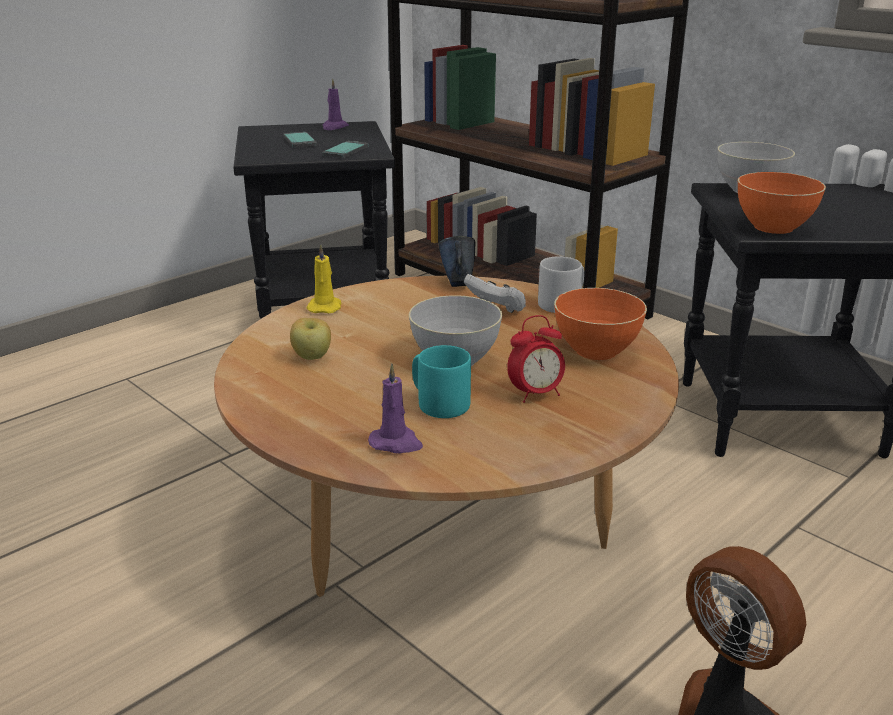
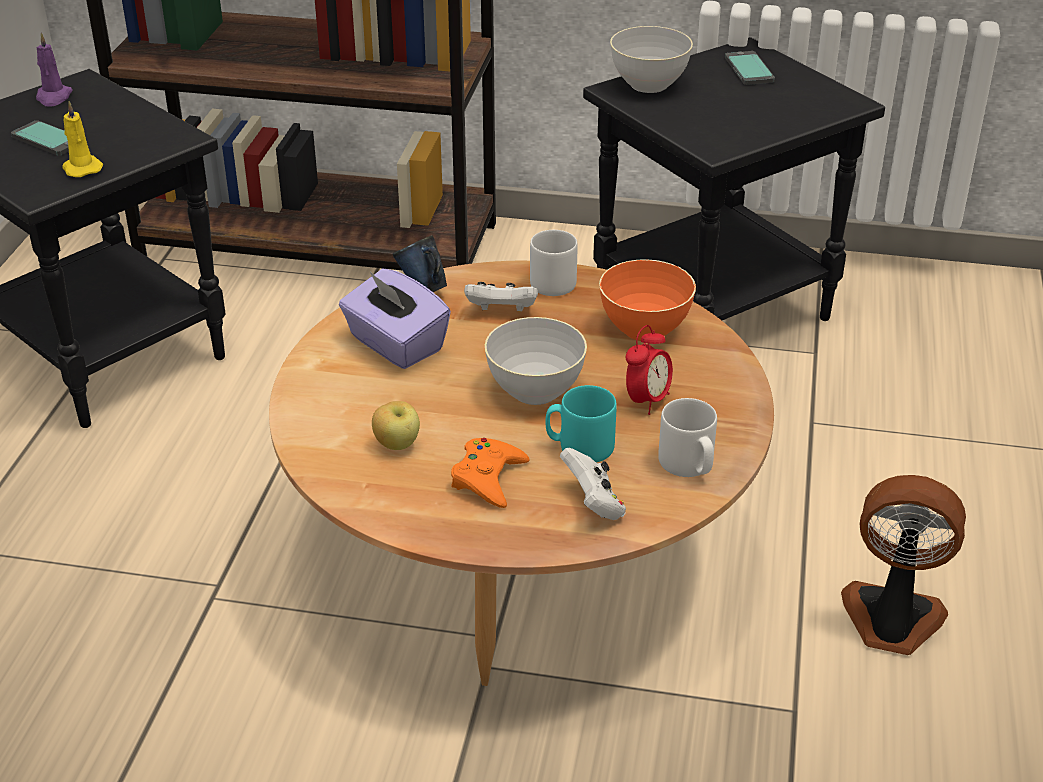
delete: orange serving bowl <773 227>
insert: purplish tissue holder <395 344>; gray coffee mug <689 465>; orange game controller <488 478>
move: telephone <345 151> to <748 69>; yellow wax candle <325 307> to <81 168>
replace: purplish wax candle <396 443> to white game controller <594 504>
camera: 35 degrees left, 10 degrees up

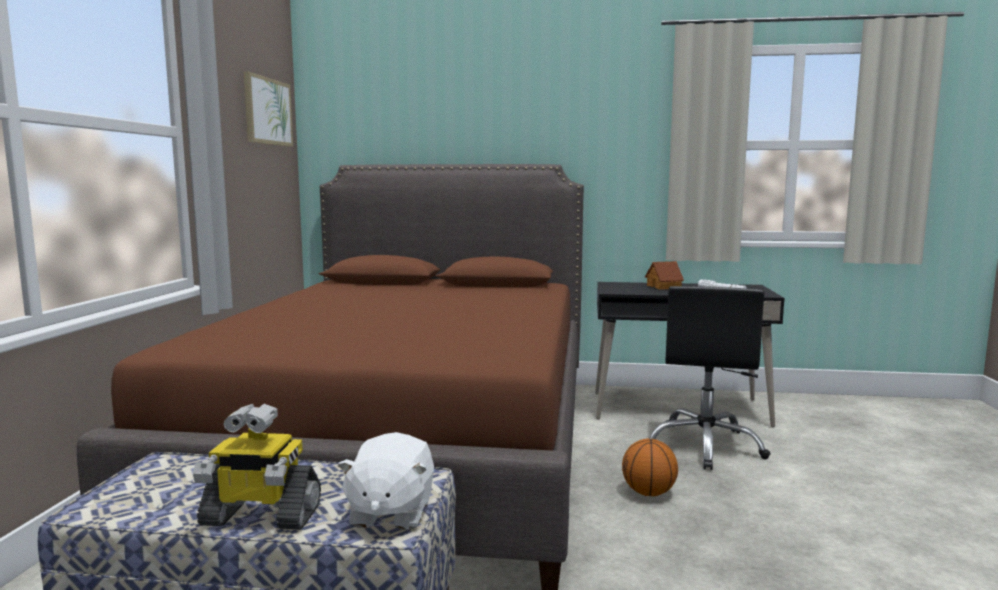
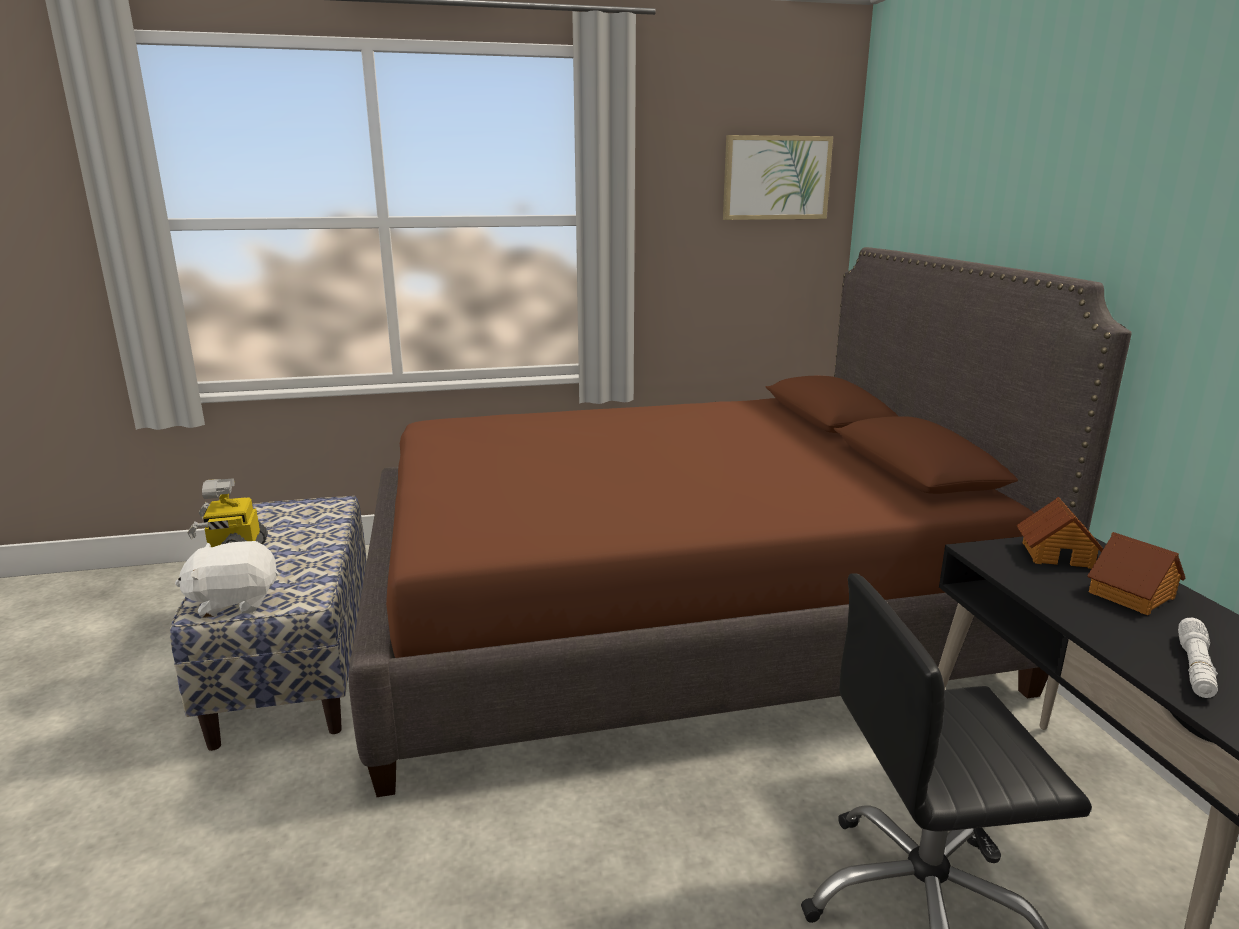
delete: ball for basketball <648 493>
insert: miniature house <1056 554>
camera: 70 degrees right, 10 degrees up

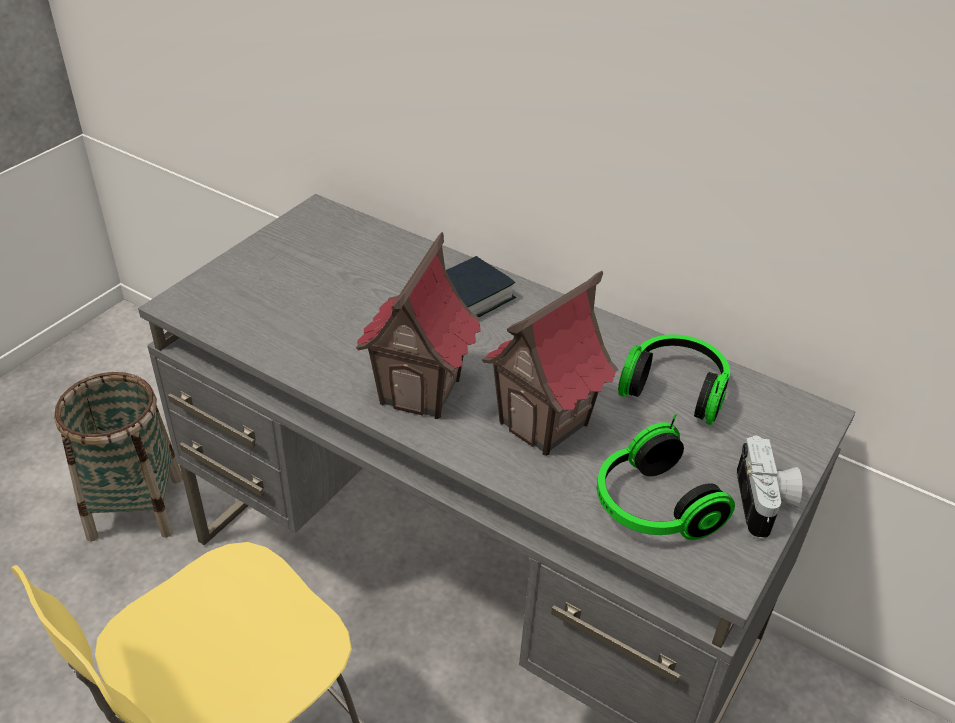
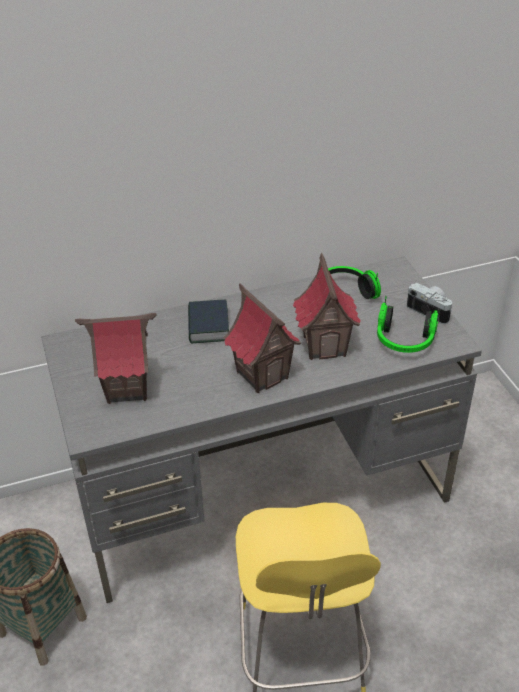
insert: miniature house <127 389>
camera: 50 degrees left, 0 degrees up

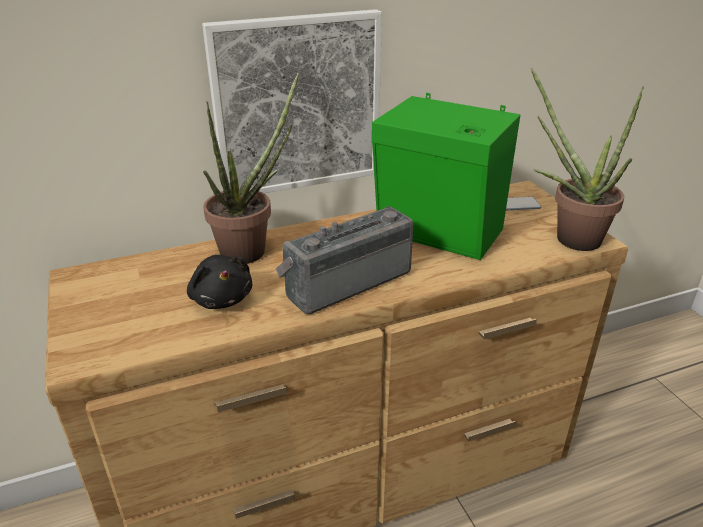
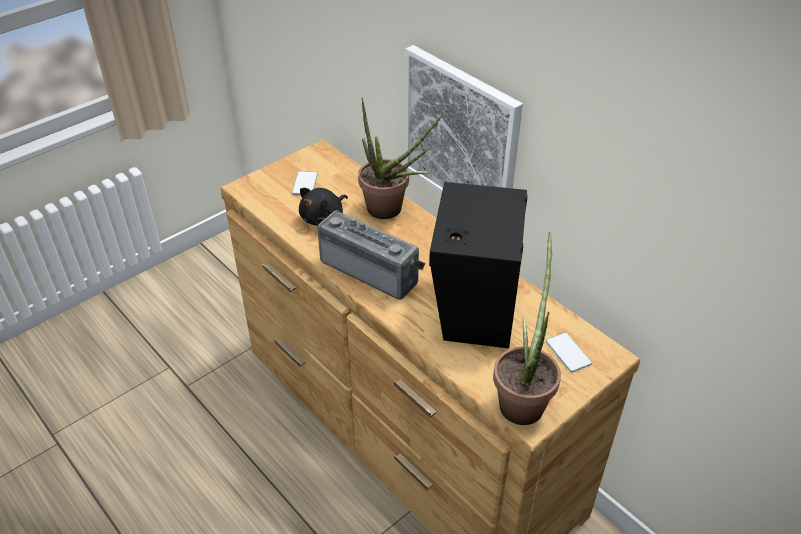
insert: telephone <305 184>
recolor: green-coloured speaker <440 234> to black-coloured speaker <474 307>
camera: 70 degrees right, 10 degrees up

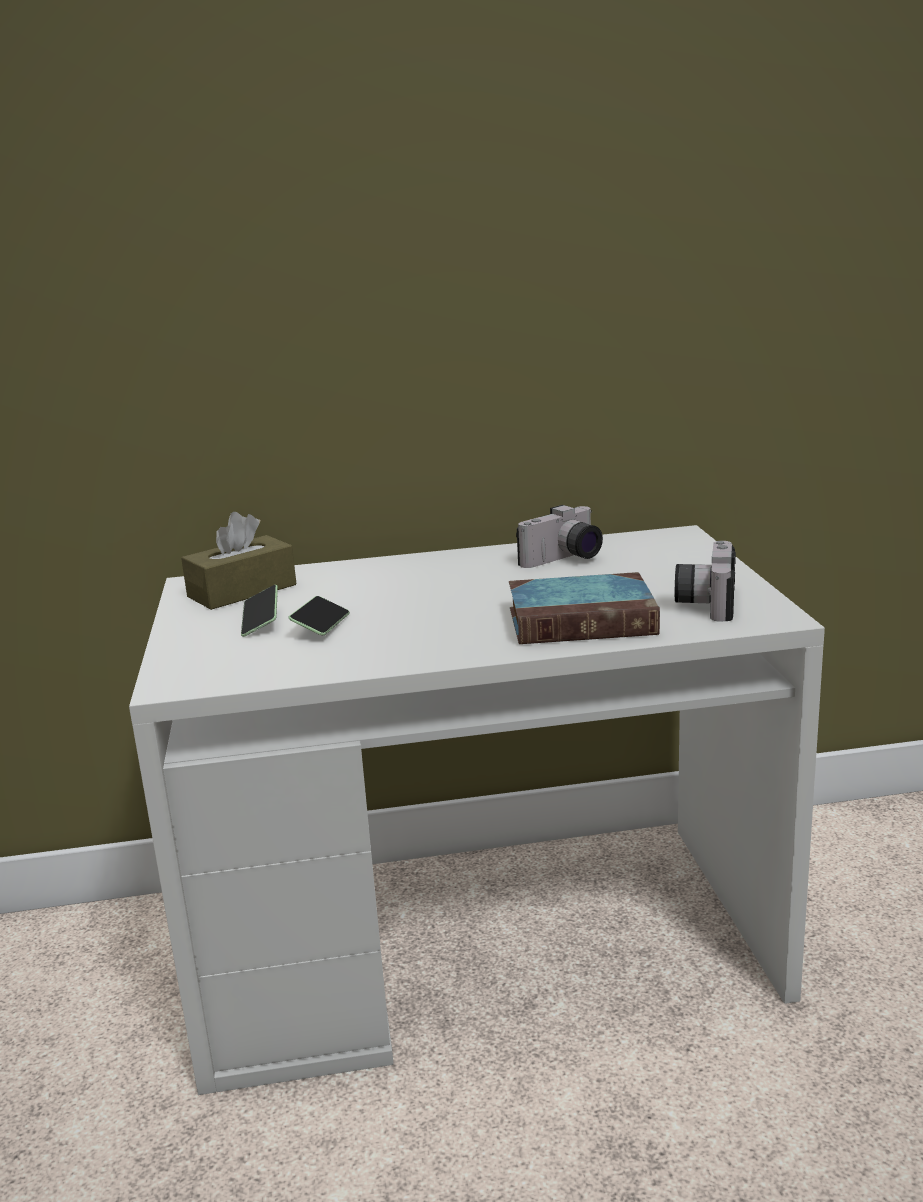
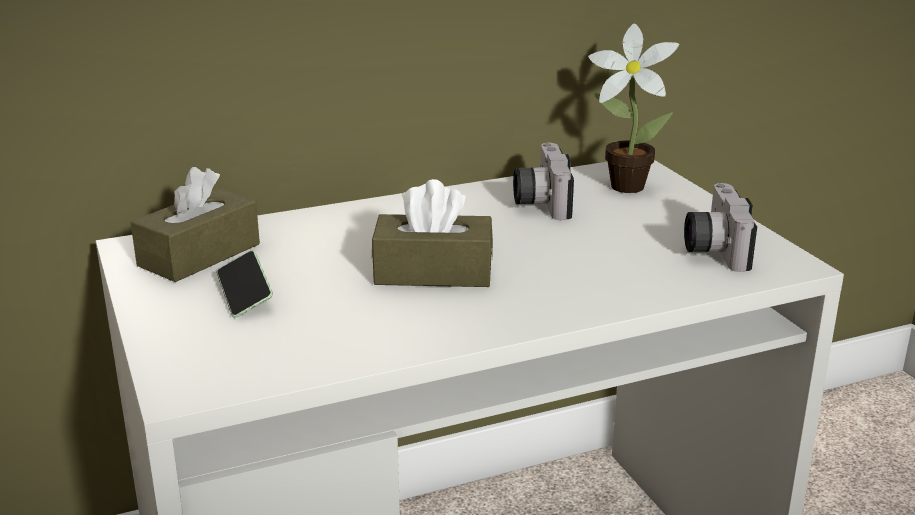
delete: book <584 620>; telephone <321 626>
insert: potted plant <622 185>; brownish tissue holder <433 272>
rotate: photo camera <564 560> = <539 202> 135 degrees clockwise
camera: 15 degrees left, 5 degrees up

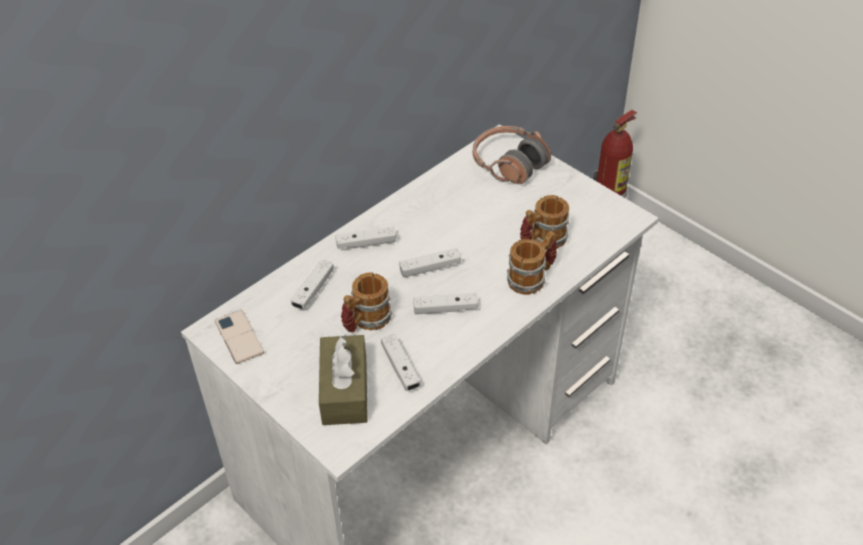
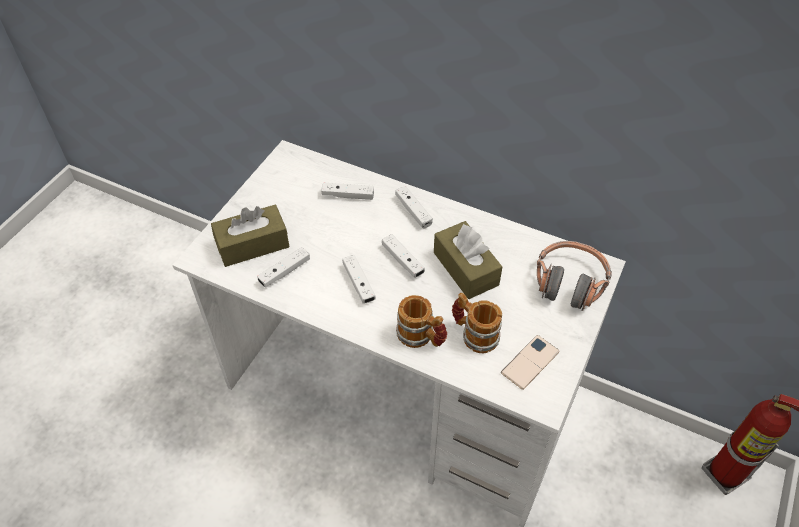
delete: coffee mug <366 321>
insert: brownish tissue holder <465 268>
move: telephone <239 337> to <530 362>
camera: 70 degrees right, 5 degrees up

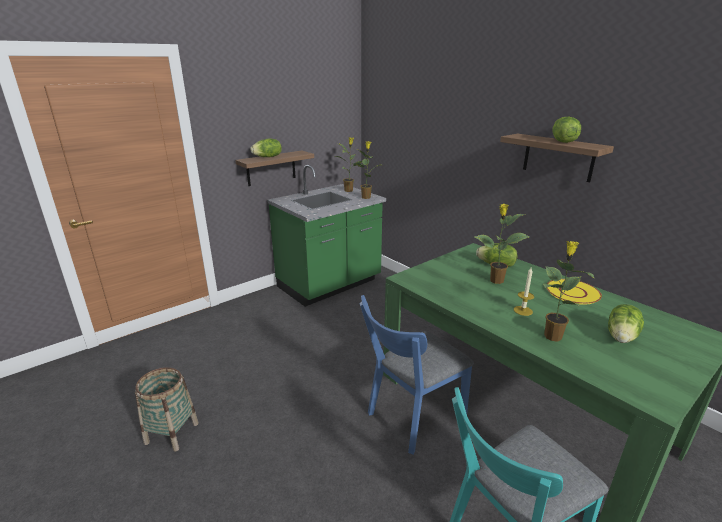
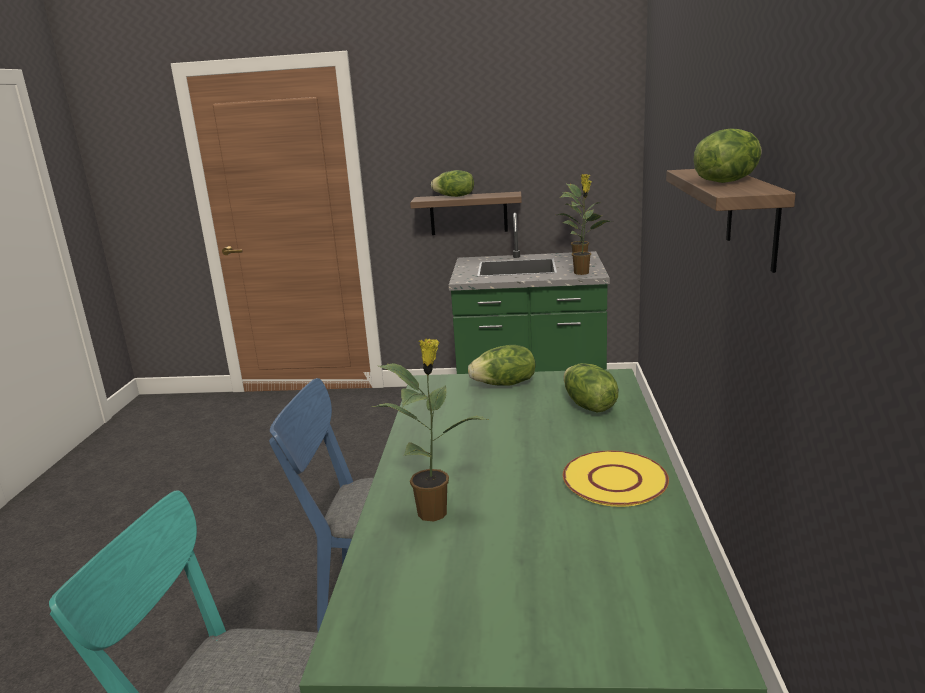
delete: potted plant <496 281>; wax candle <523 310>; basket <171 433>
move: head of lettuce <622 337> to <505 384>
camera: 45 degrees right, 5 degrees down

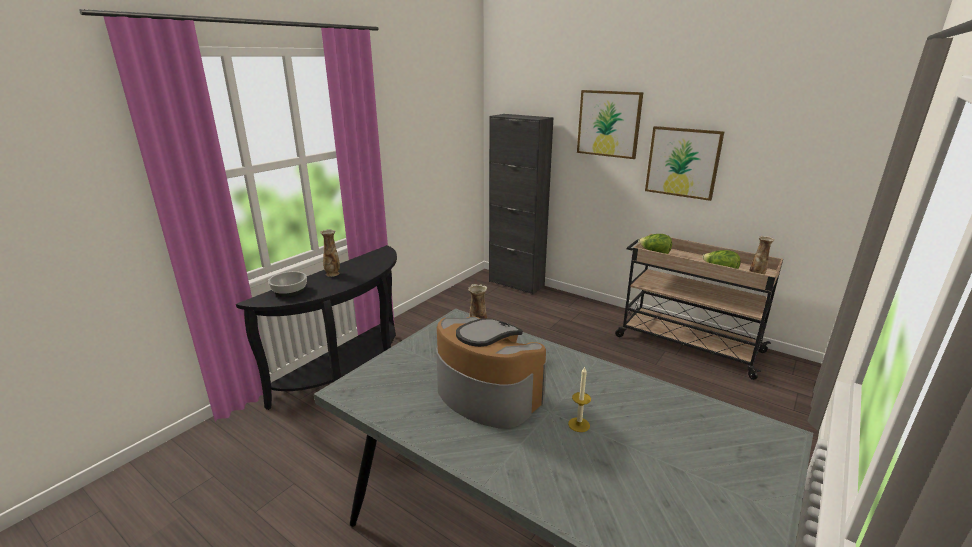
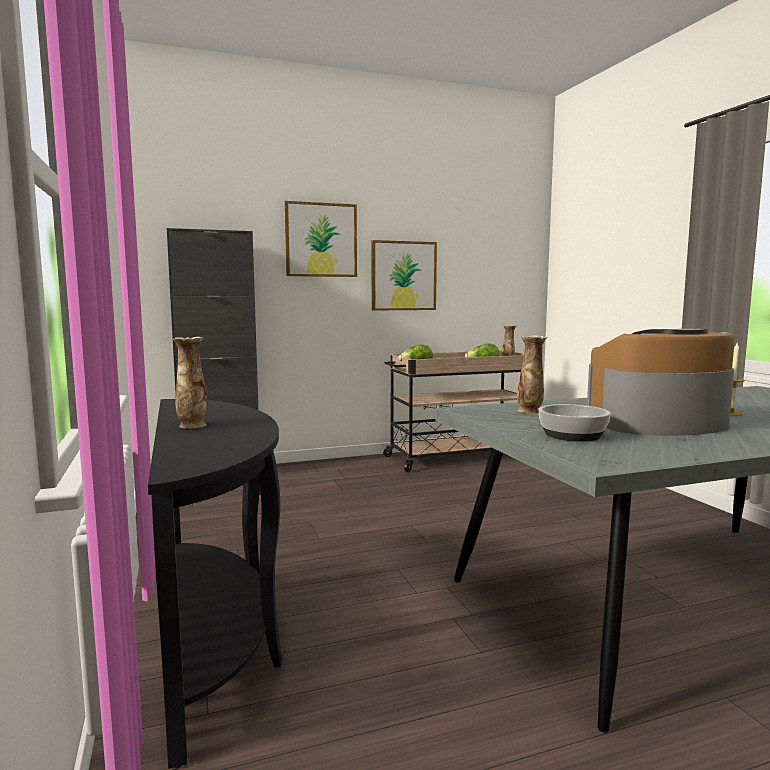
move: serving bowl <290 290> to <573 435>
camera: 55 degrees left, 15 degrees down

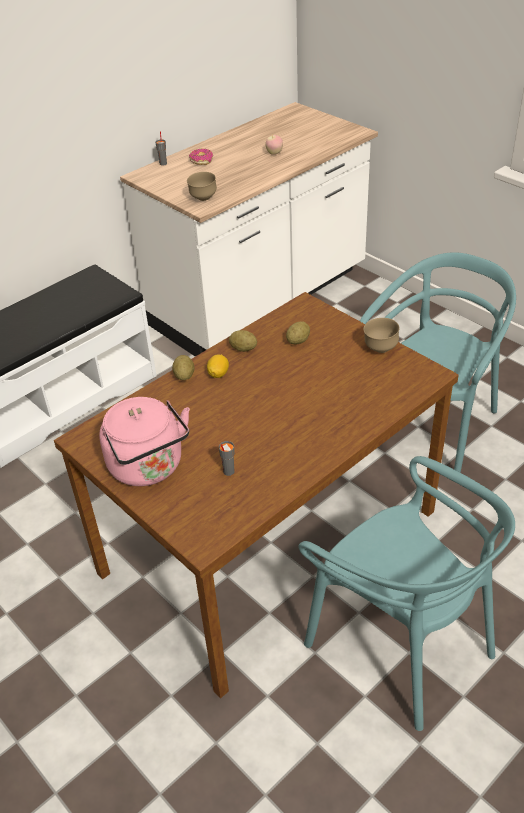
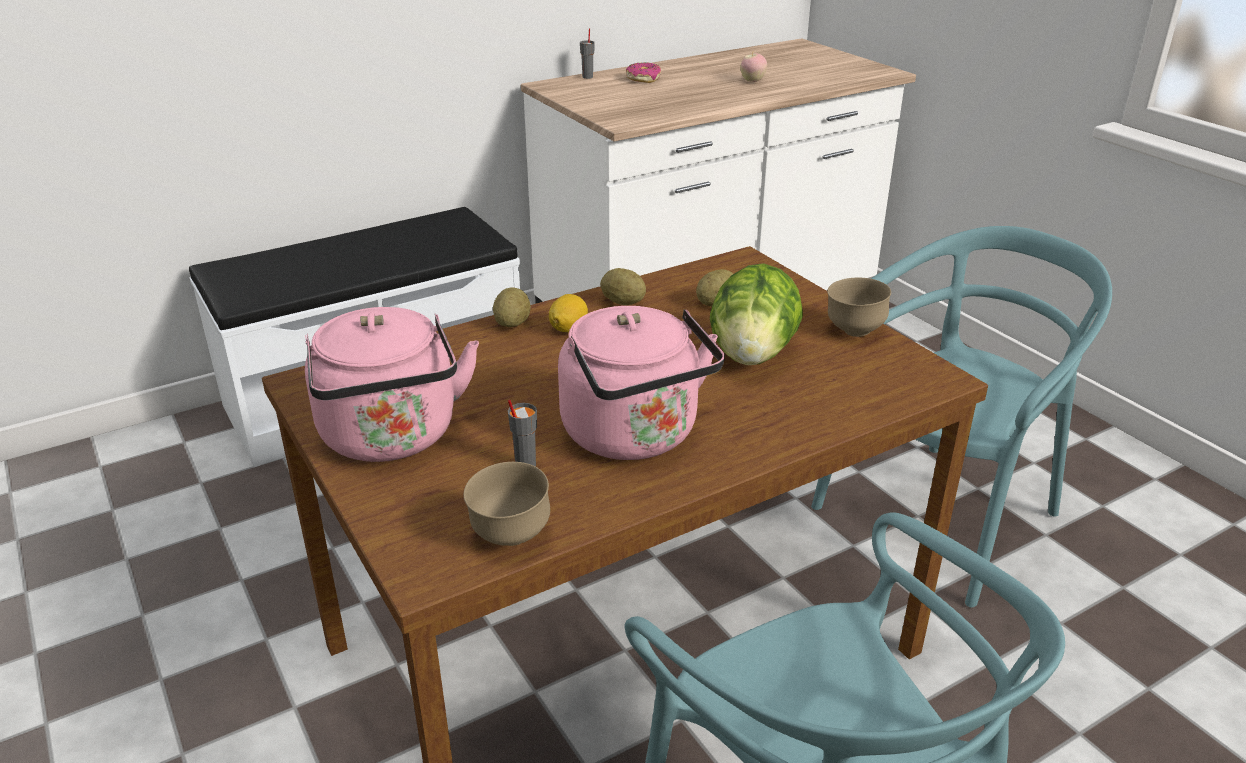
insert: head of lettuce <753 355>; pink kettle <635 436>
move: brownish serving bowl <203 199> to <510 537>
camera: 10 degrees right, 10 degrees down

